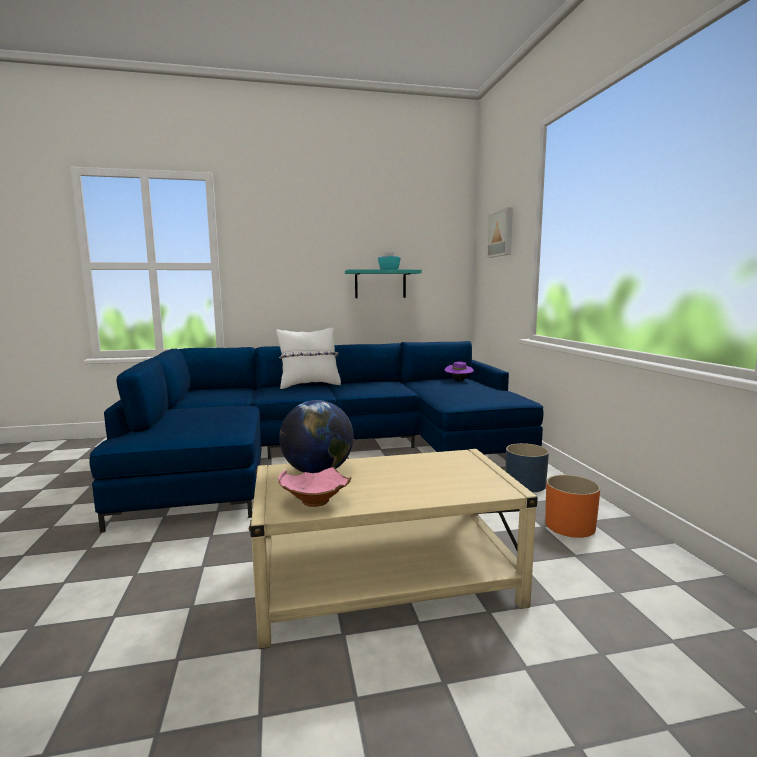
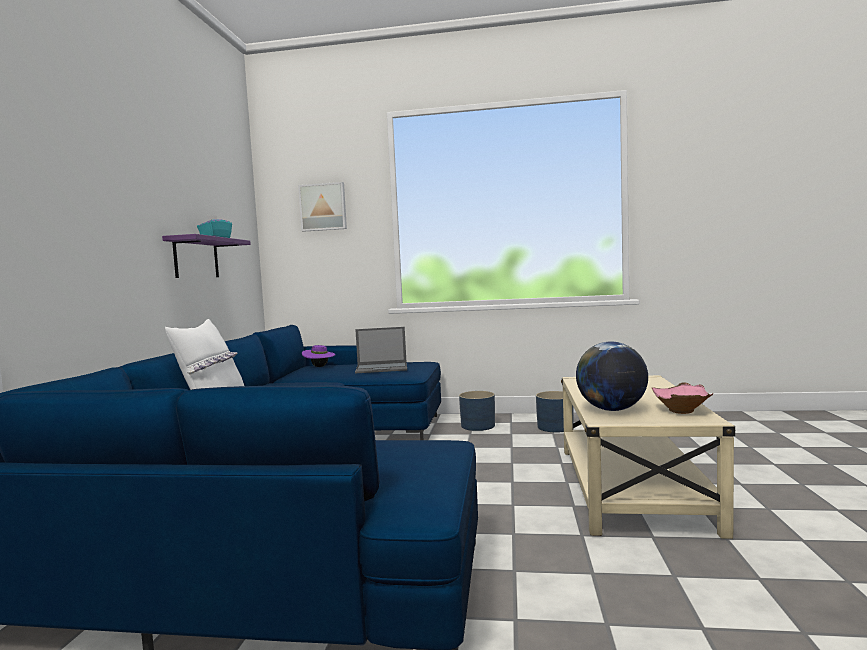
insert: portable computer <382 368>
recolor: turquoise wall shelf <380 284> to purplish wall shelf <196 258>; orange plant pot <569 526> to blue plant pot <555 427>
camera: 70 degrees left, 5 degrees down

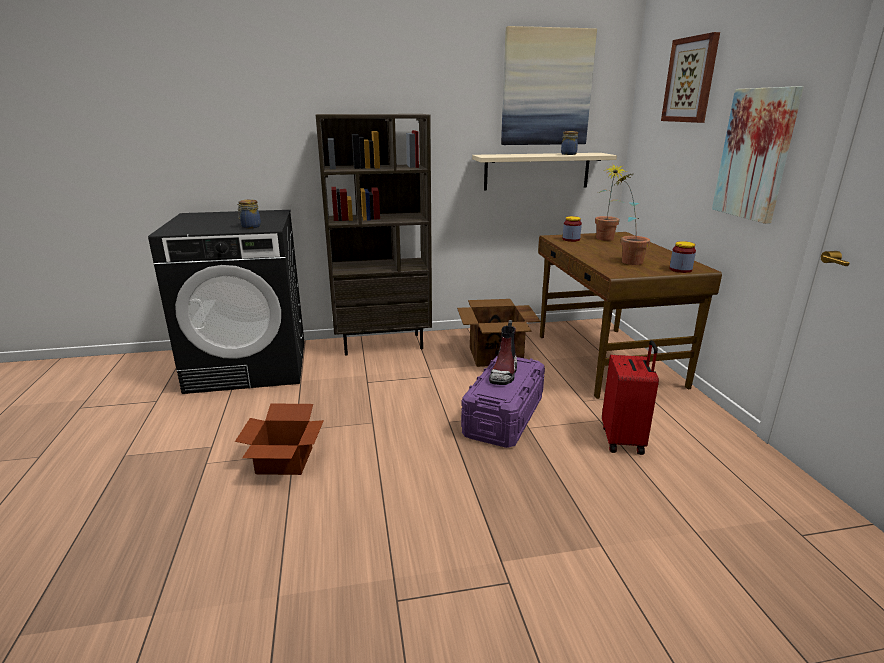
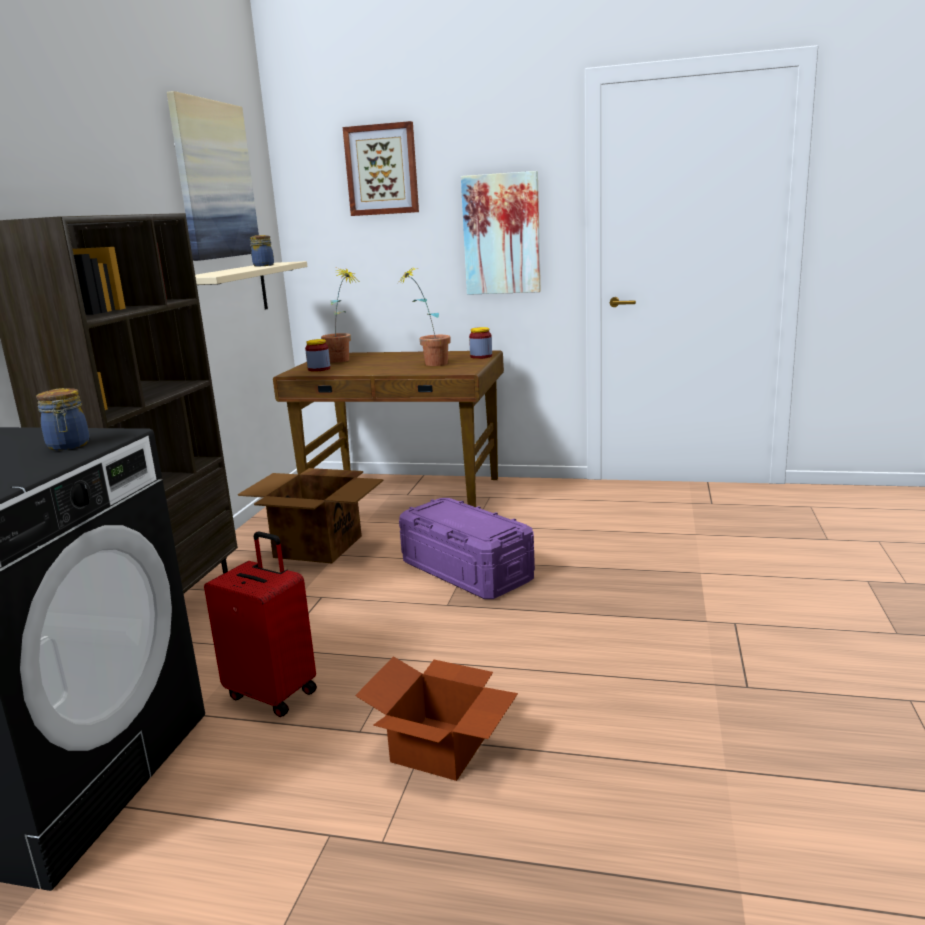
delete: high-top boot <504 374>
move: red-coloured suitcase <624 440> to <273 693>
camera: 65 degrees left, 5 degrees down

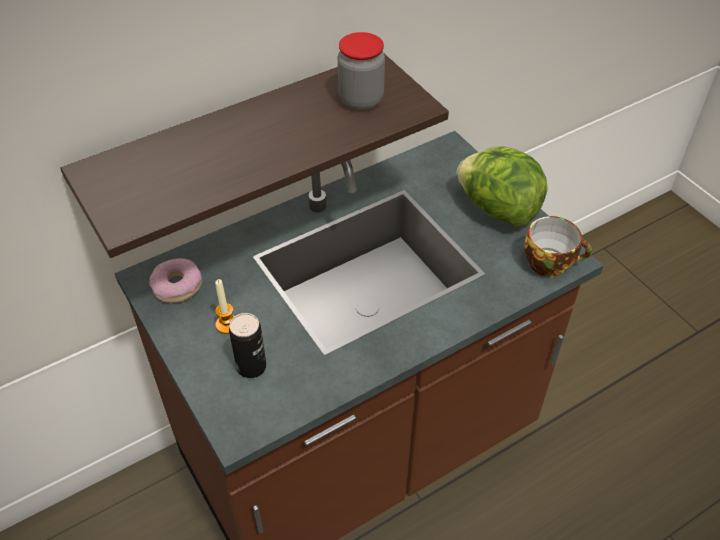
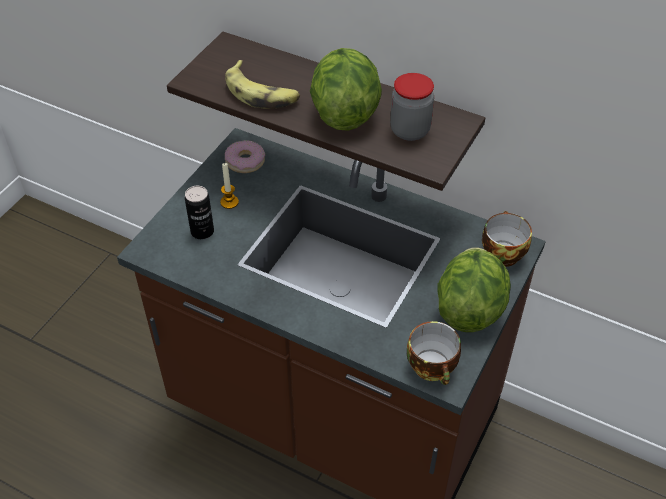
insert: head of lettuce <344 113>; whole banana <262 93>; cup <501 252>
camera: 60 degrees right, 0 degrees up

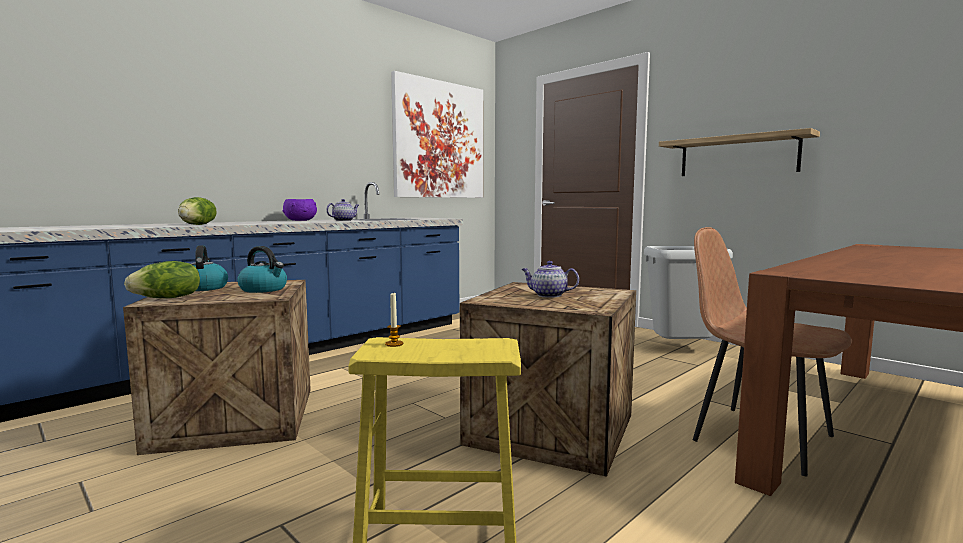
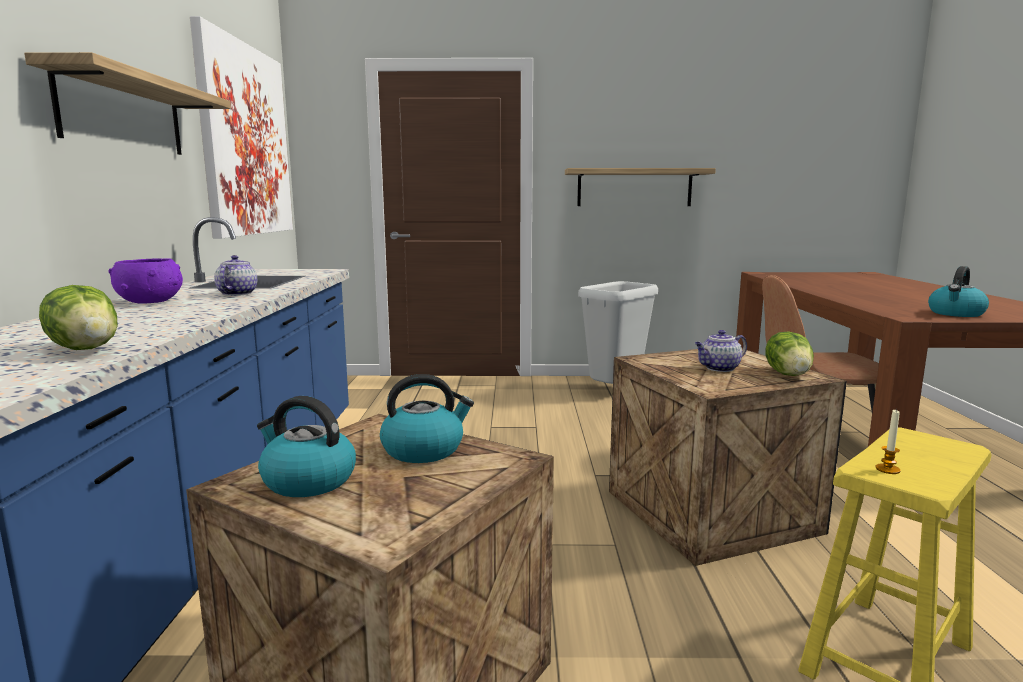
insert: wall shelf <123 114>; kettle <956 313>
move: head of lettuce <168 298> to <789 374>
camera: 45 degrees left, 5 degrees up

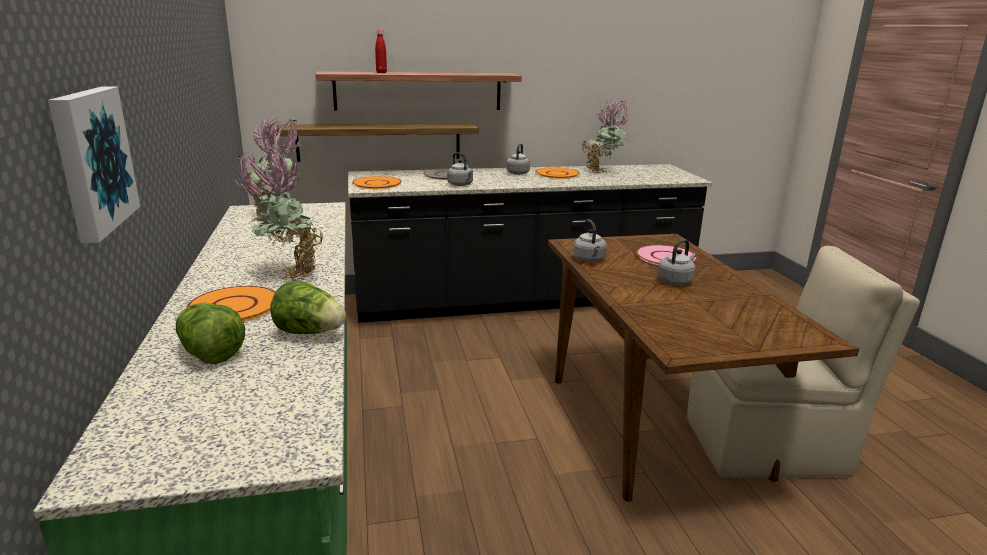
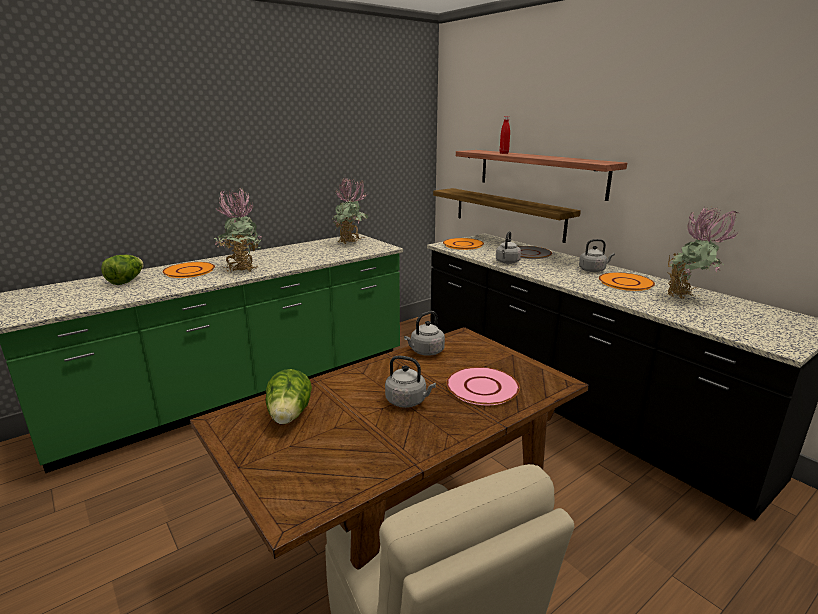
delete: wall art <91 160>
move: head of lettuce <310 332> to <289 416>
camera: 65 degrees right, 0 degrees up

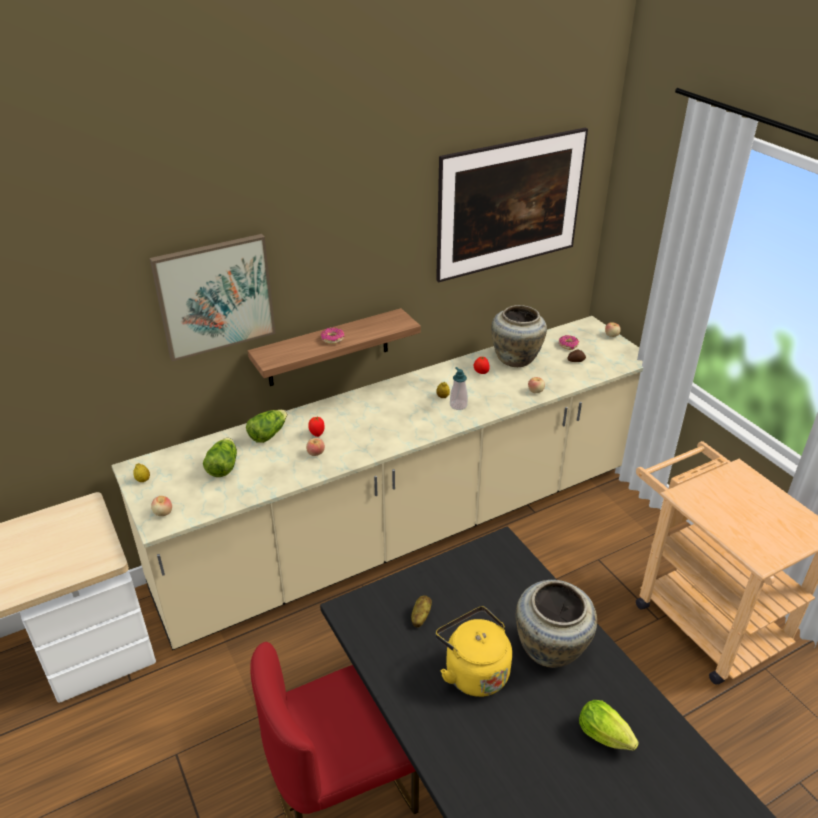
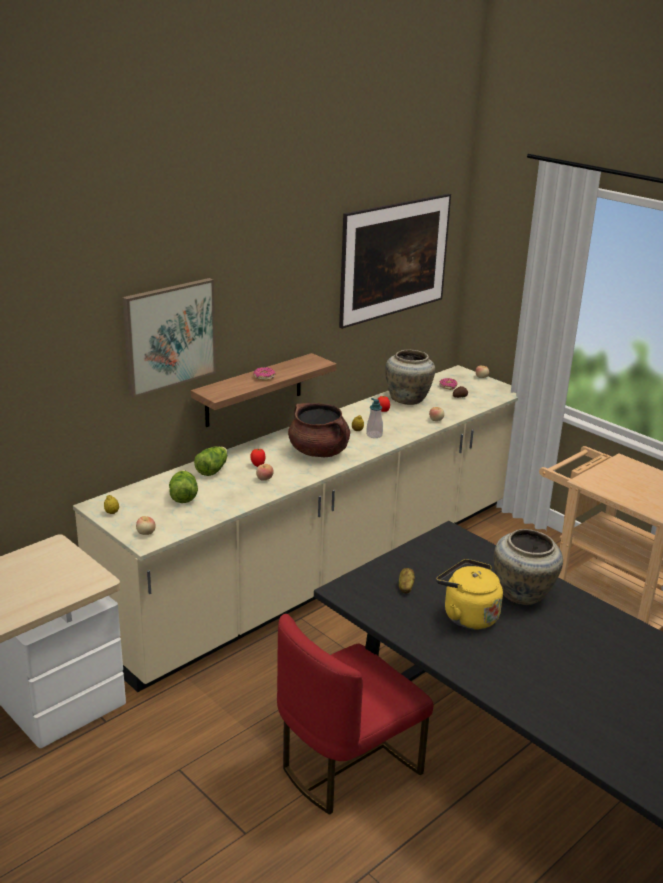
delete: head of lettuce <607 738>
insert: brownish stockpot <319 452>
camera: 15 degrees left, 10 degrees down

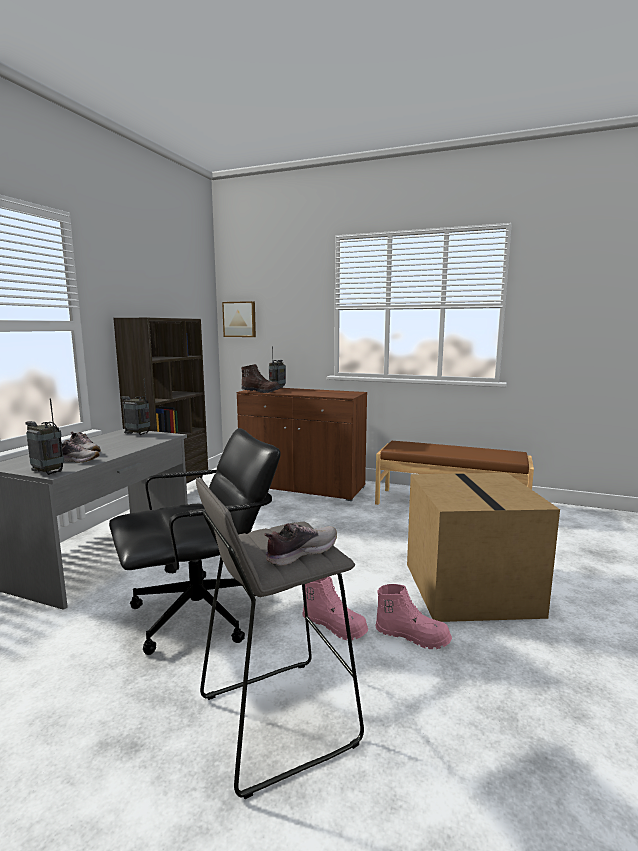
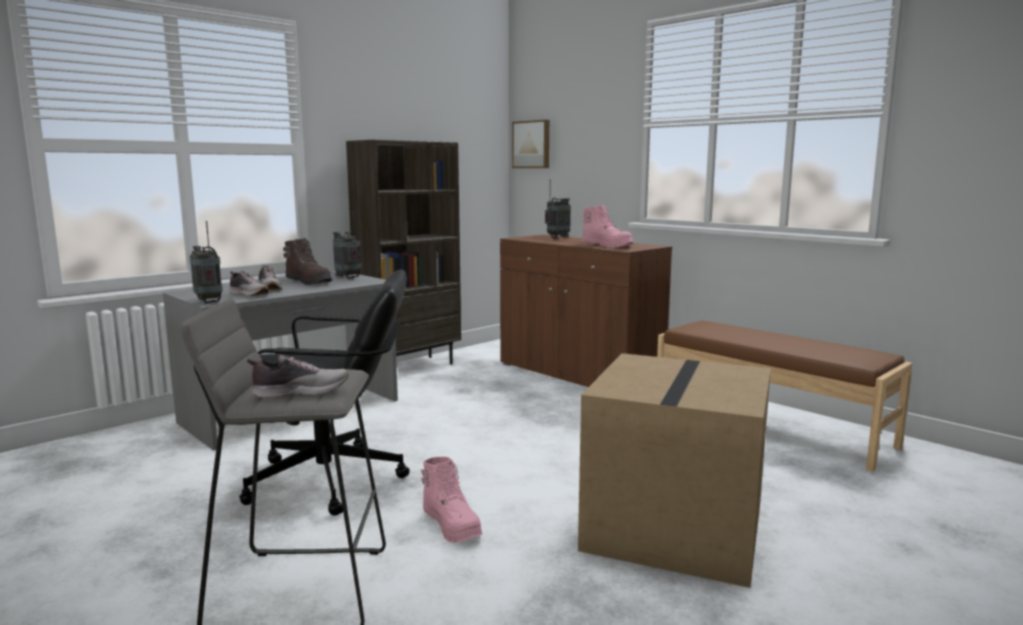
move: brownish high-top boot <260 391> to <309 282>; pink high-top boot <412 636> to <607 246>
camera: 25 degrees right, 0 degrees up

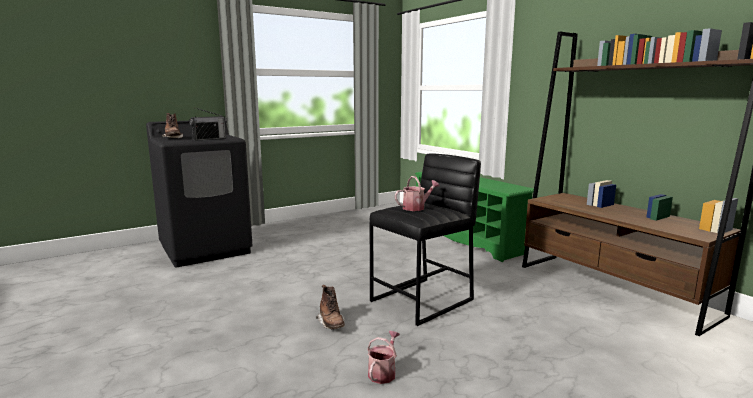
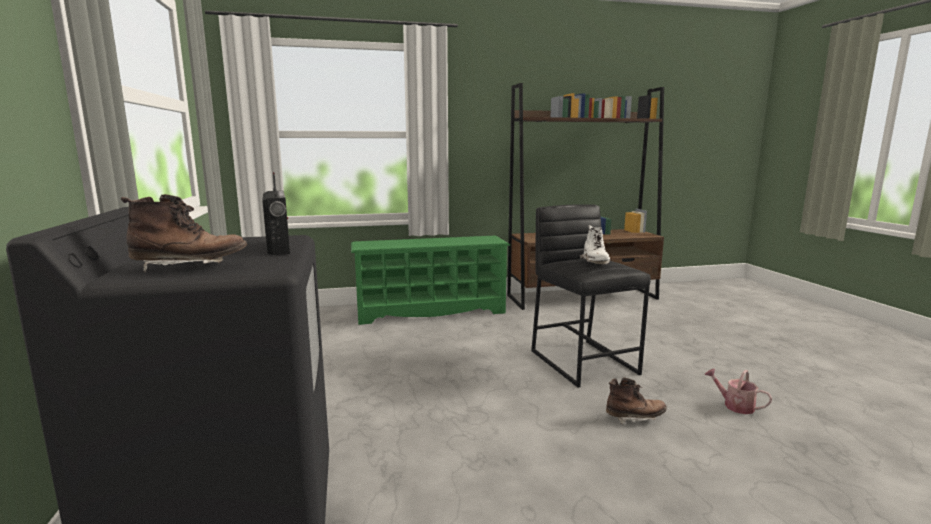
replace: watering pot <416 207> to white high-top boot <595 263>
camera: 70 degrees left, 0 degrees up

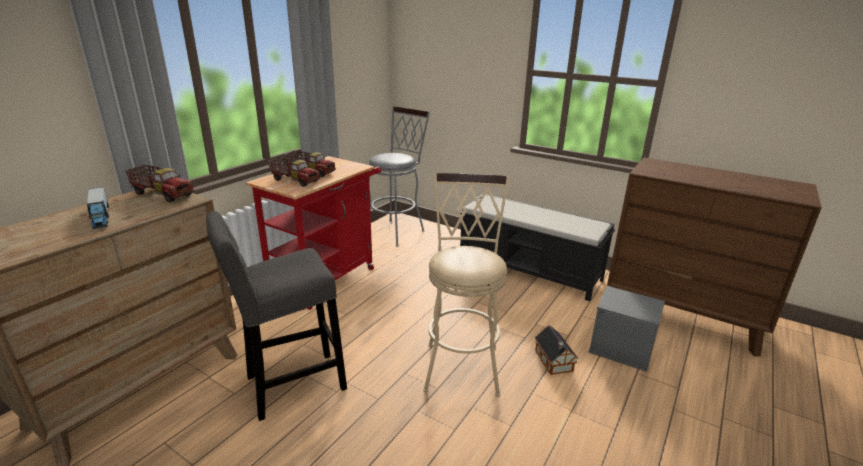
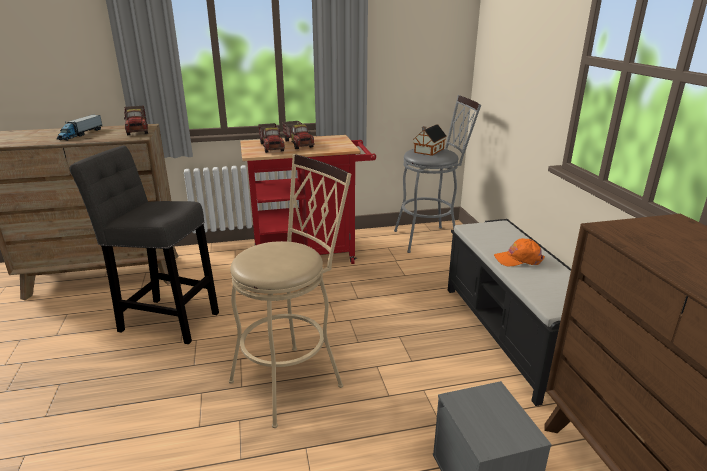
insert: orange peaked cap <518 259>
move: miniature house <554 362> to <428 151>
camera: 45 degrees right, 0 degrees up

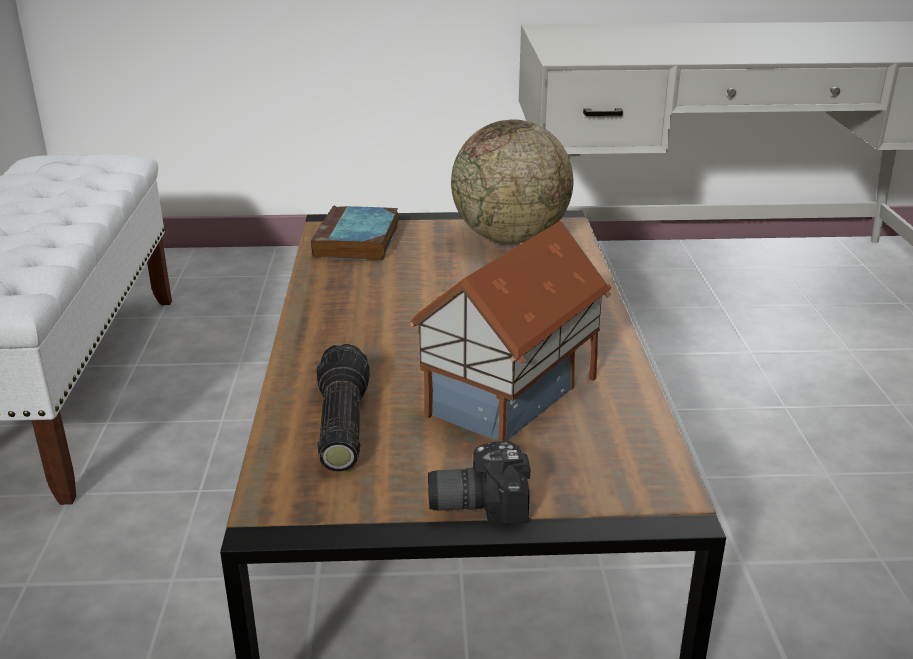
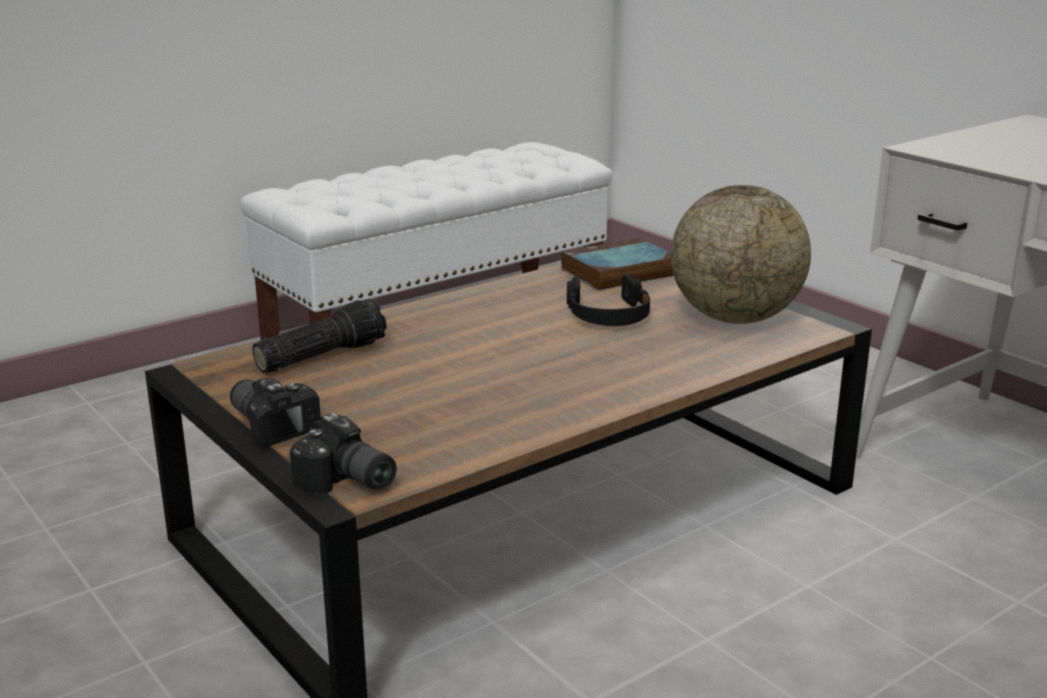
delete: miniature house <514 397>
insert: black-coloured pair of headphones <608 315>; photo camera <346 482>
camera: 55 degrees right, 5 degrees down

